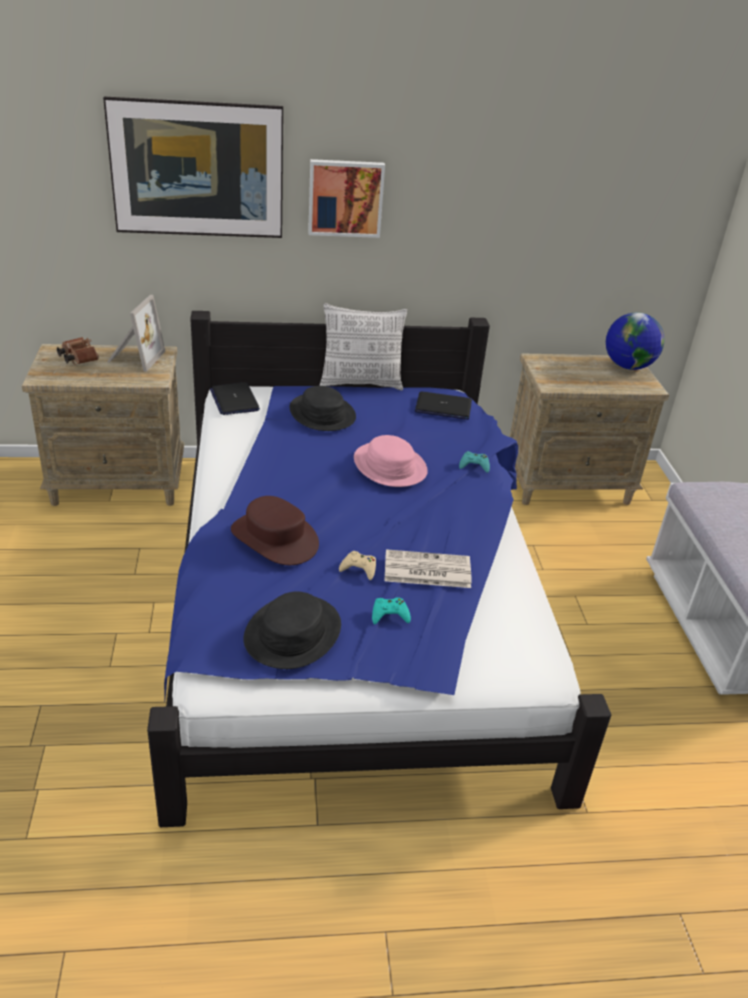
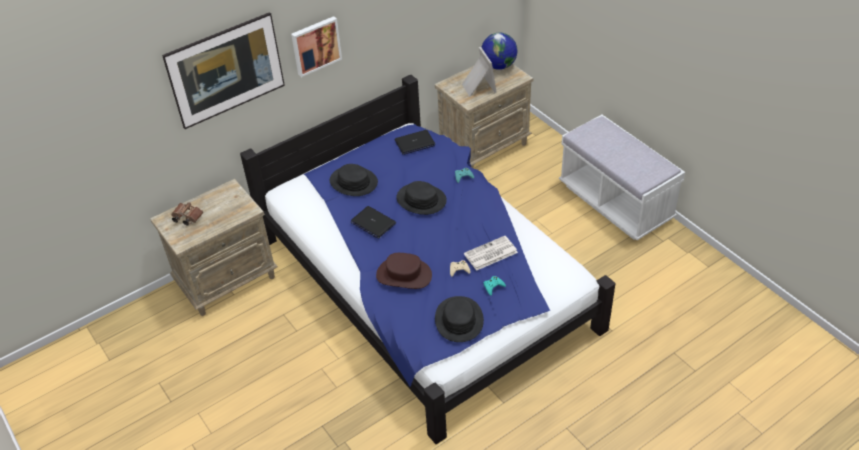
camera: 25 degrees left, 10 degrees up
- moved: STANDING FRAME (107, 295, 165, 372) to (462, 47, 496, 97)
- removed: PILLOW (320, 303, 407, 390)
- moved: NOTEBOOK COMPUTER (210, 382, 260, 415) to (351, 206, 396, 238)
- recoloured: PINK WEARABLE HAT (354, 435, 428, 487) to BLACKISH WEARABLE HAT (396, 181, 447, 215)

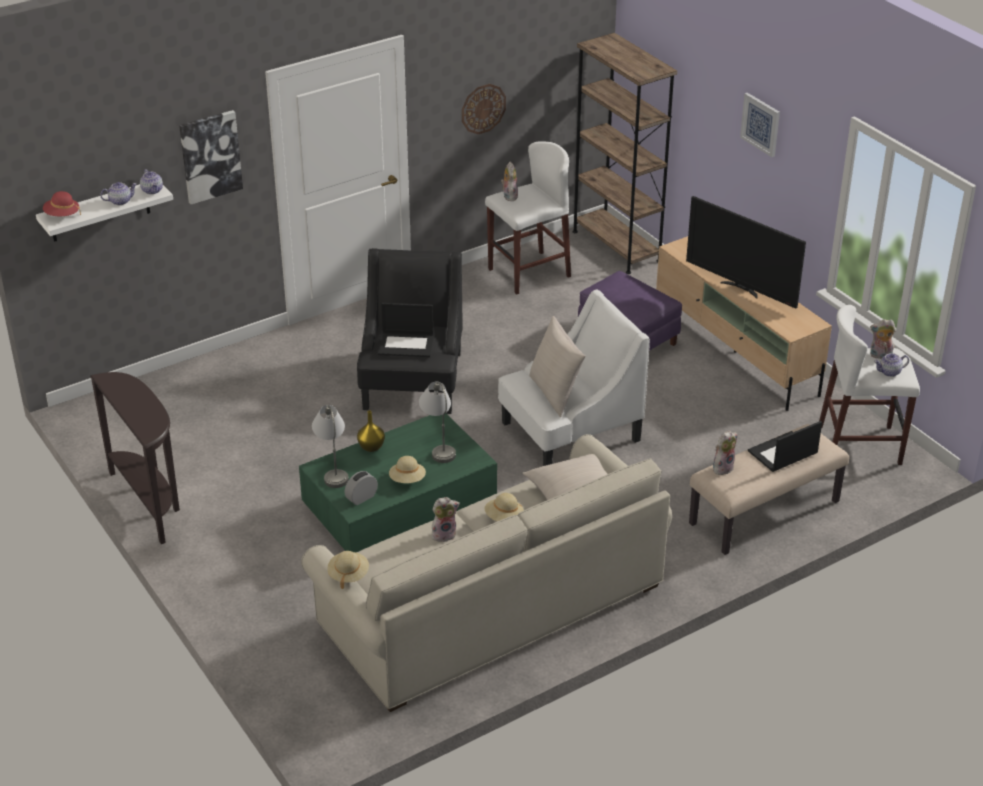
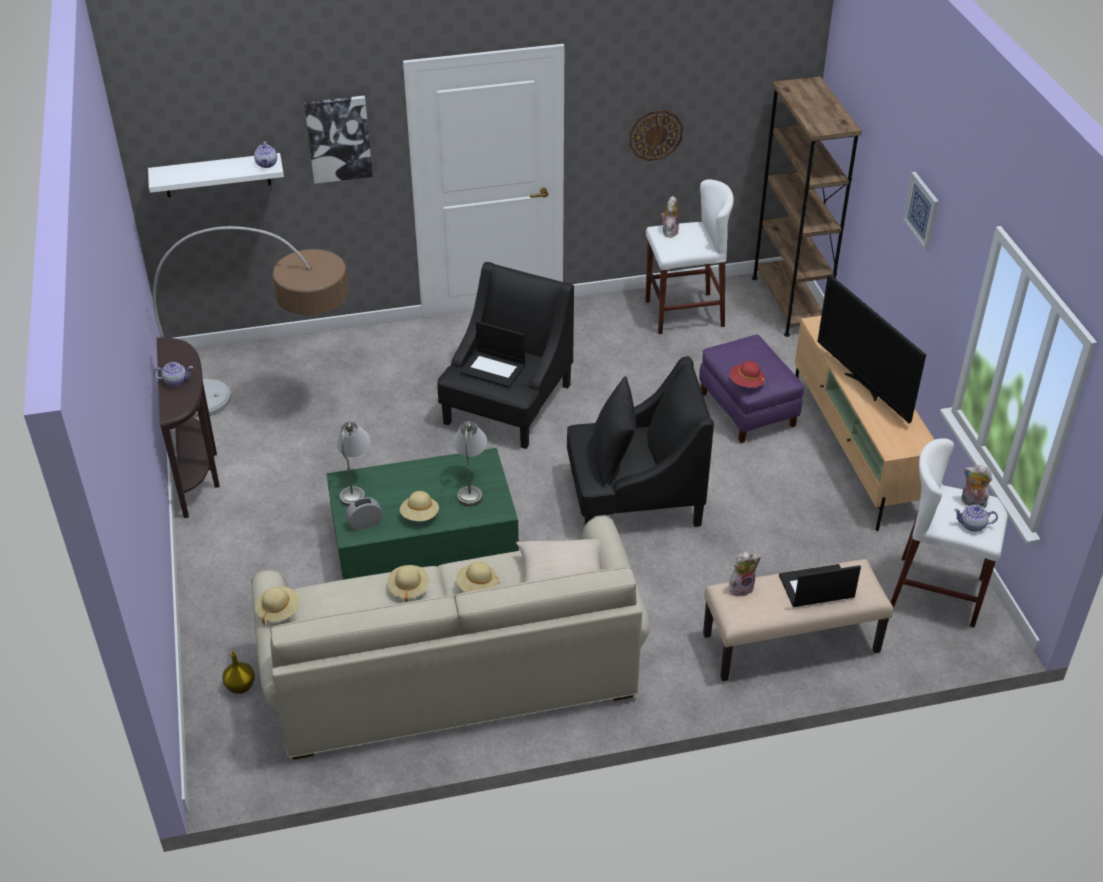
camera: 20 degrees right, 5 degrees up
- moved: POT FOR TEA (100, 182, 137, 205) to (153, 362, 193, 387)
- moved: RED-COLOURED WEARABLE HAT (43, 191, 81, 216) to (730, 361, 765, 388)
- recoloured: WHITE-COLOURED LOUNGE CHAIR (498, 289, 650, 466) to BLACKISH LOUNGE CHAIR (567, 356, 714, 527)
- recoloured: SAND-COLOURED PILLOW (530, 316, 586, 417) to BLACKISH PILLOW (593, 376, 636, 486)
- moved: YELLOWISH VASE (357, 411, 385, 452) to (222, 652, 255, 694)
- replaced: PLUSH TOY (432, 497, 460, 542) to SAND-COLOURED WEARABLE HAT (387, 565, 429, 602)
- added: FLOOR LAMP (153, 226, 349, 418)

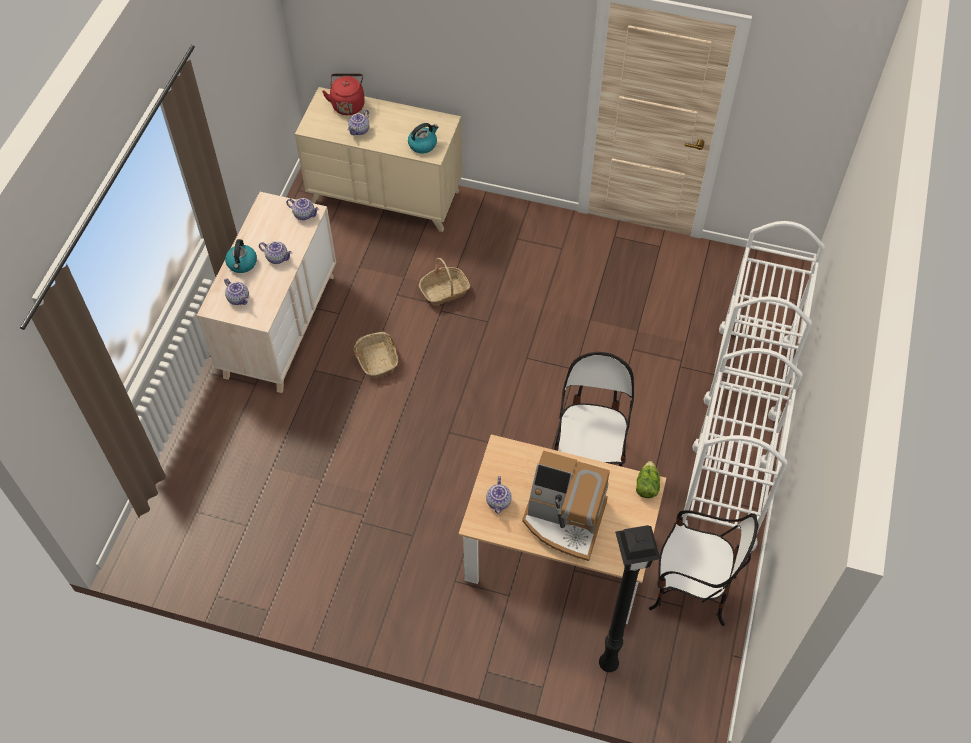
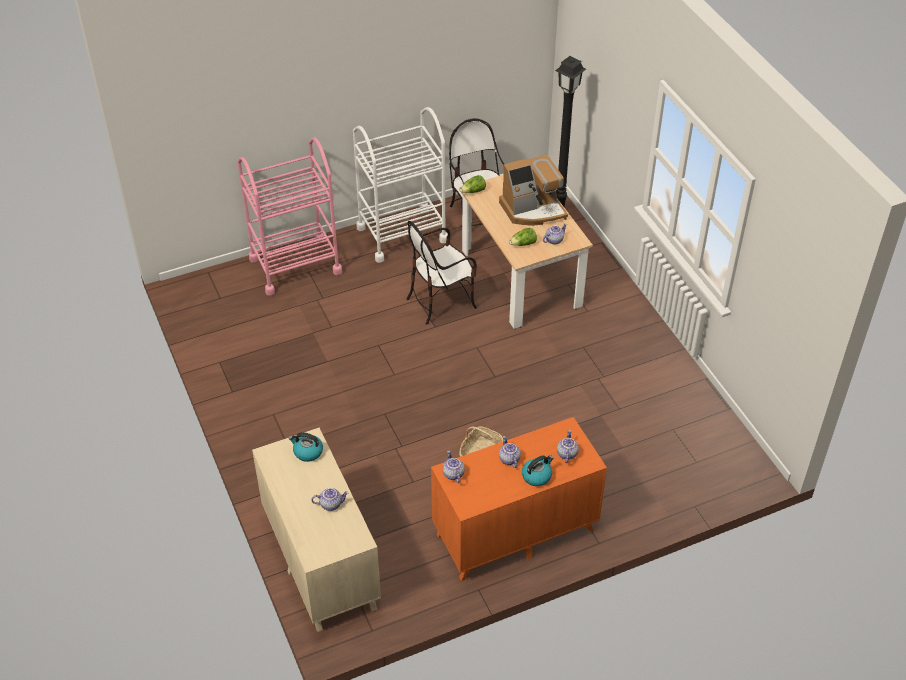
camera: 130 degrees left, 10 degrees down
- removed: RED-COLOURED TEA KETTLE (322, 74, 365, 115)
- recoloured: SAND-COLOURED DRAWER CHEST (197, 192, 336, 393) to ORANGE DRAWER CHEST (431, 417, 607, 581)
- recoloured: WHITE-COLOURED CART (703, 221, 825, 421) to PINK CART (237, 137, 342, 296)
- removed: HOUSEHOLD BASKET (419, 258, 470, 306)
- turned: COFFEE BREWER (522, 450, 610, 561) = (499, 155, 568, 226) 90 degrees clockwise
- added: HEAD OF LETTUCE (509, 228, 537, 246)

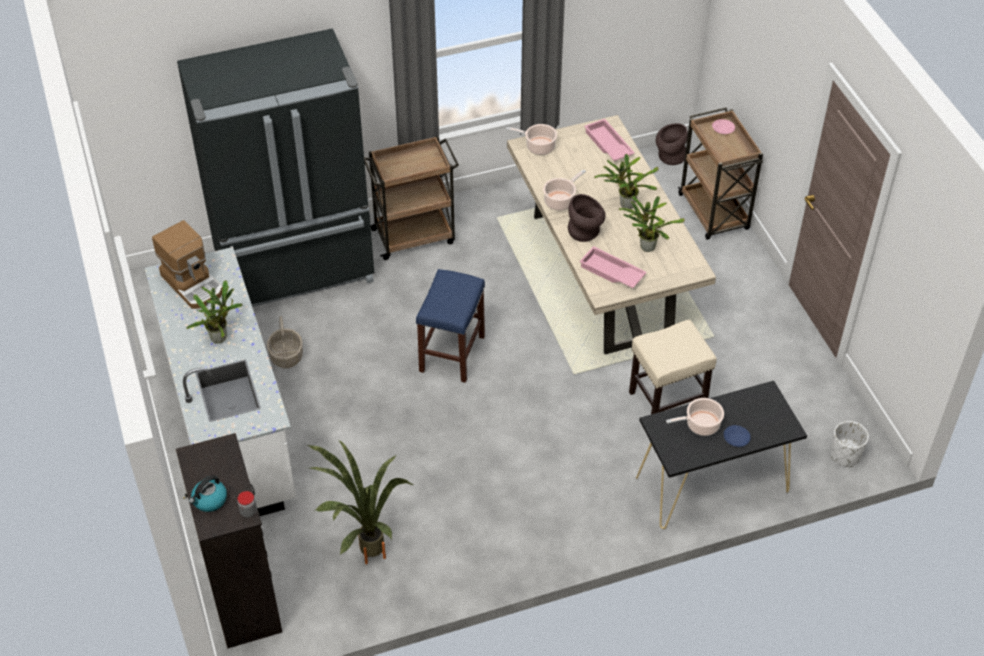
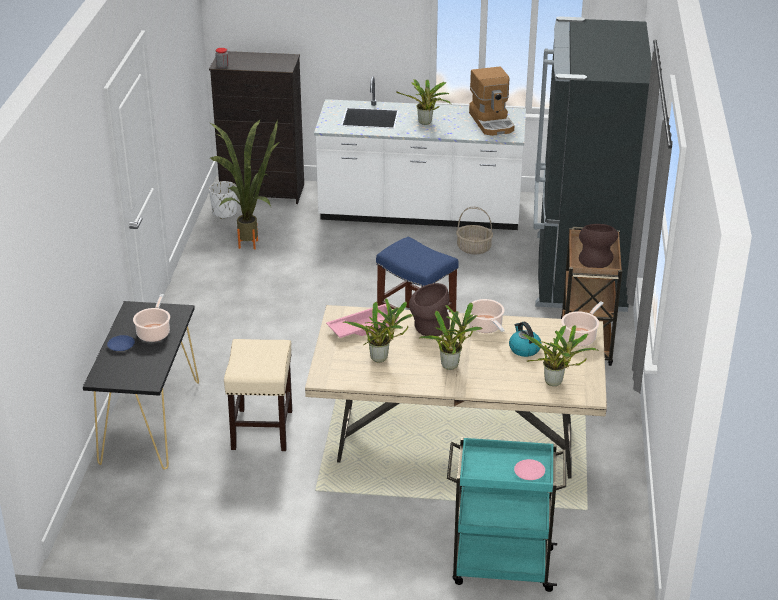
camera: 115 degrees right, 15 degrees down
- recoloured: BROWN-COLOURED CART (678, 107, 763, 240) to TURQUOISE CART (447, 437, 566, 592)
- replaced: PINK CARRYING TRAY (584, 119, 635, 161) to POTTED PLANT (522, 325, 599, 386)
- moved: BROWN-COLOURED VASE (656, 123, 688, 165) to (579, 224, 618, 268)
- turned: COFFEE BREWER (152, 220, 223, 309) = (469, 66, 514, 136) 90 degrees counterclockwise
- moved: WHITE-COLOURED FLOWER POT (831, 421, 869, 467) to (209, 181, 237, 219)
- moved: TEA KETTLE (189, 475, 227, 512) to (509, 321, 542, 357)

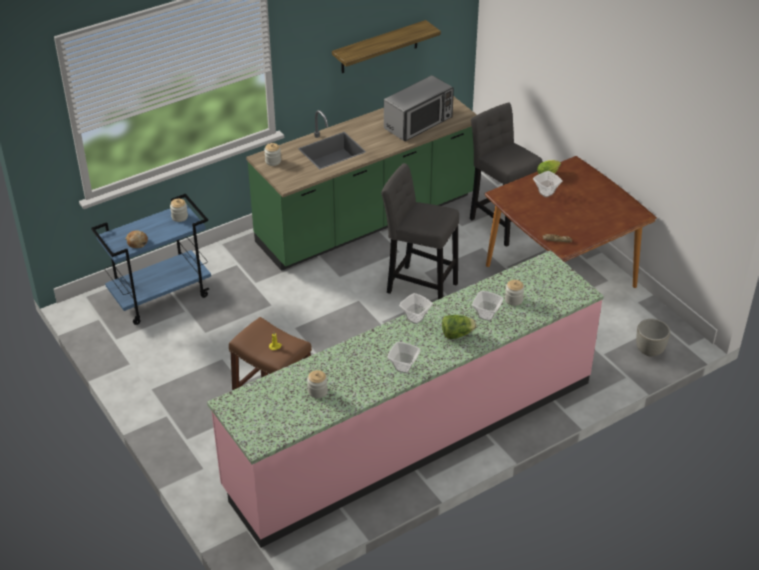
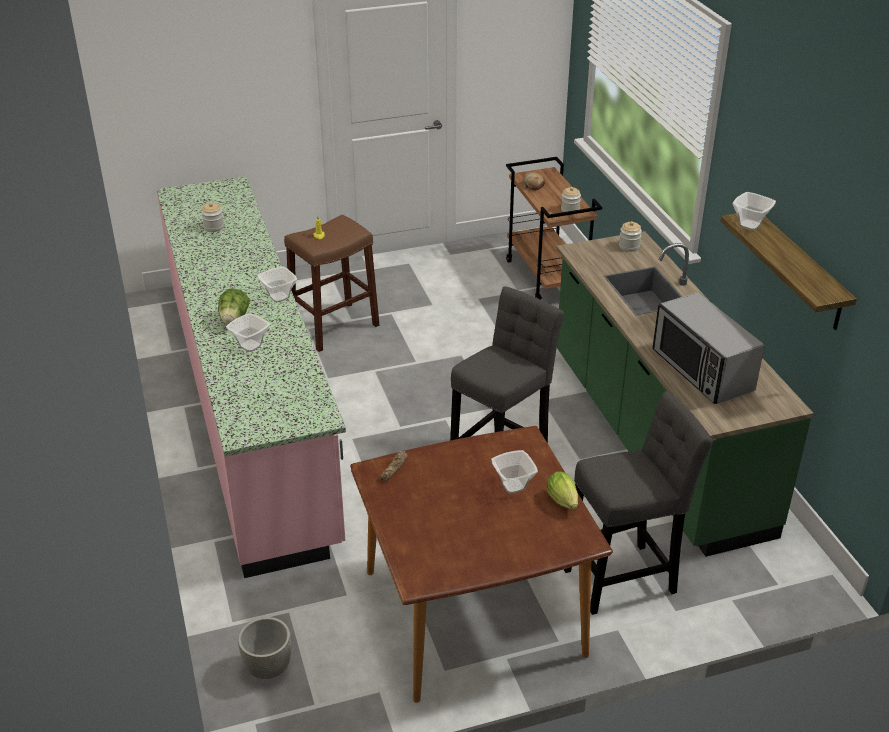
camera: 105 degrees right, 5 degrees down
- recoloured: BLUE-COLOURED CART (91, 194, 211, 325) to BROWN-COLOURED CART (506, 157, 602, 300)
- removed: JAR (505, 280, 524, 306)
- moved: DEEP DISH (387, 342, 420, 373) to (732, 192, 776, 230)

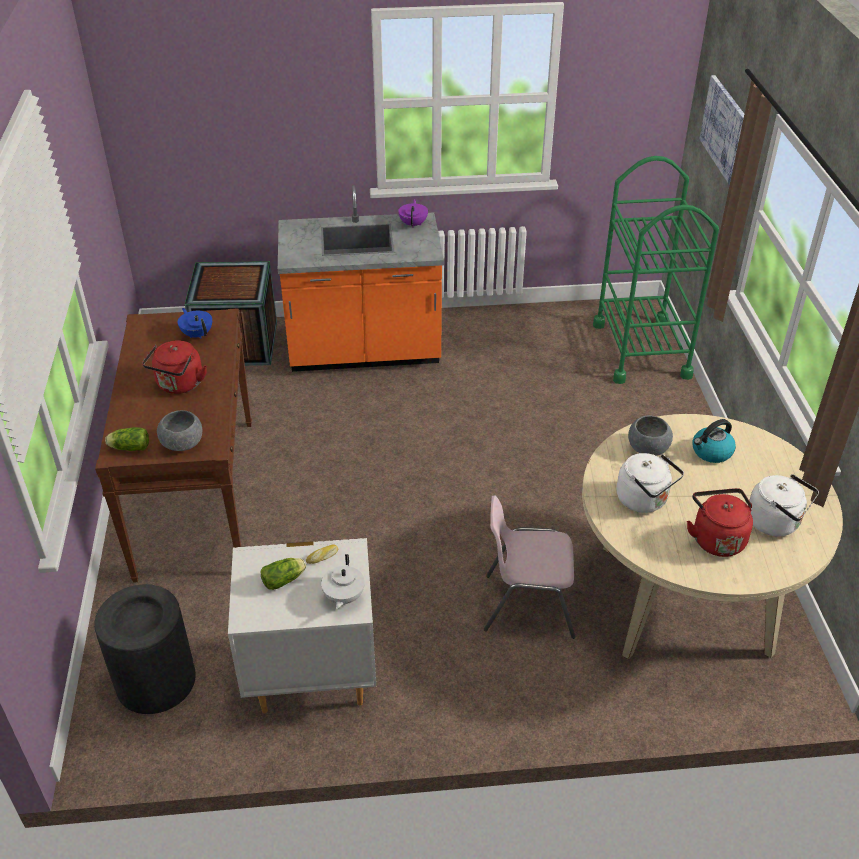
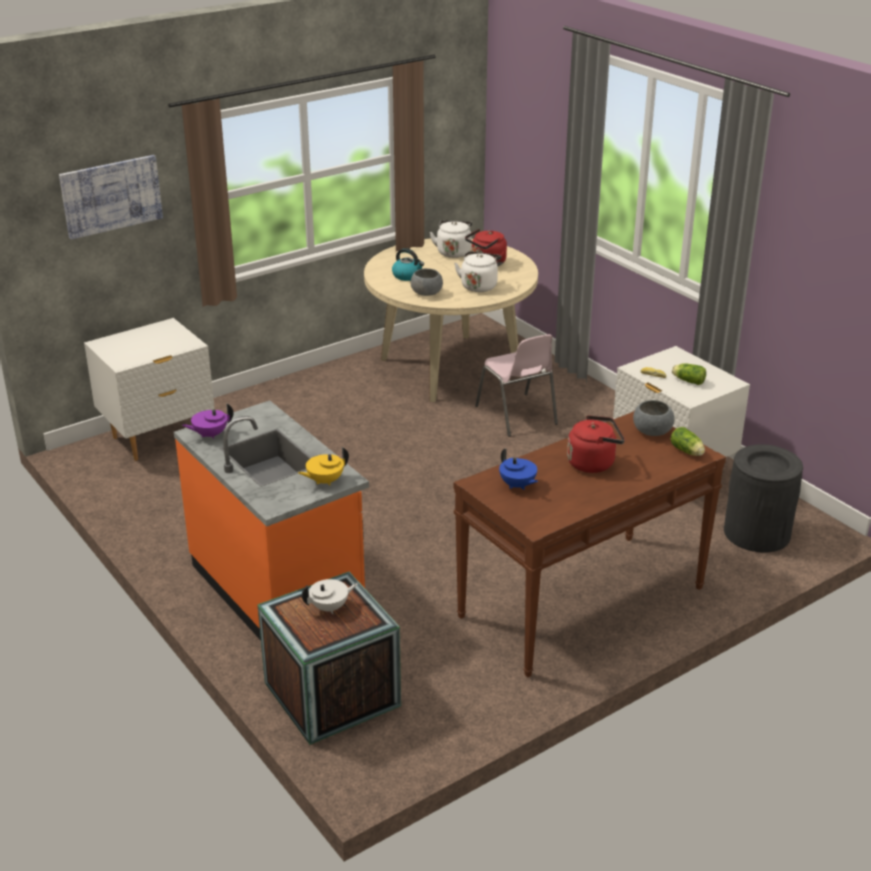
camera: 120 degrees left, 10 degrees down
- replaced: GREEN-COLOURED CART (593, 156, 719, 384) to WHITE-COLOURED BEDSIDE TABLE (84, 318, 215, 461)
- turned: BLUE-COLOURED POT FOR TEA (178, 308, 212, 339) = (499, 448, 538, 490) 60 degrees counterclockwise
- moved: WHITE-COLOURED POT FOR TEA (321, 554, 365, 609) to (302, 579, 358, 614)
- added: YELLOWISH POT FOR TEA (298, 447, 349, 485)

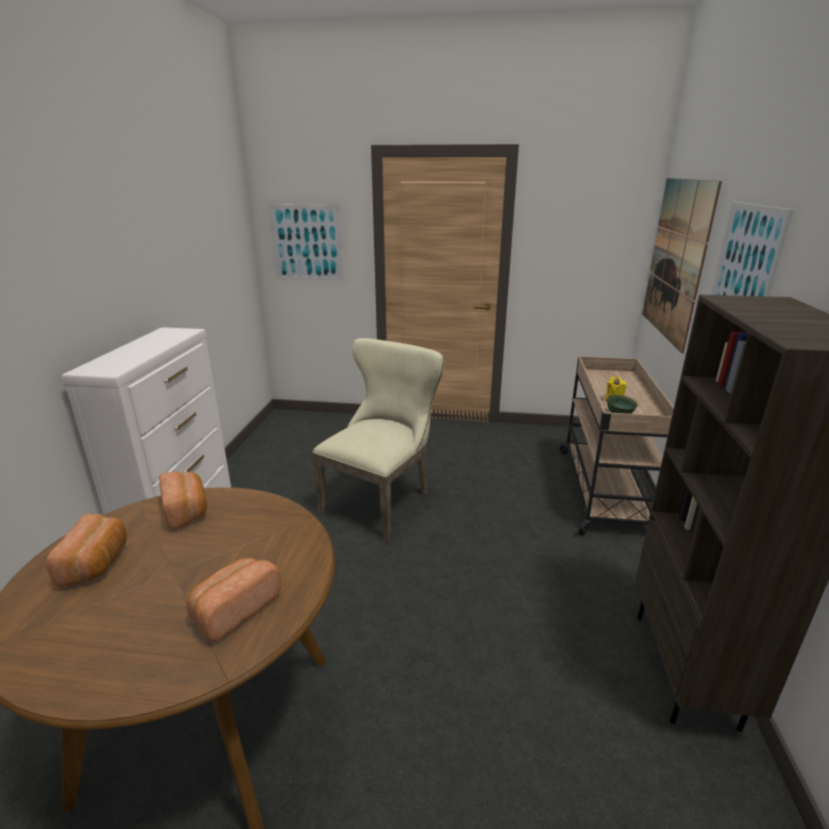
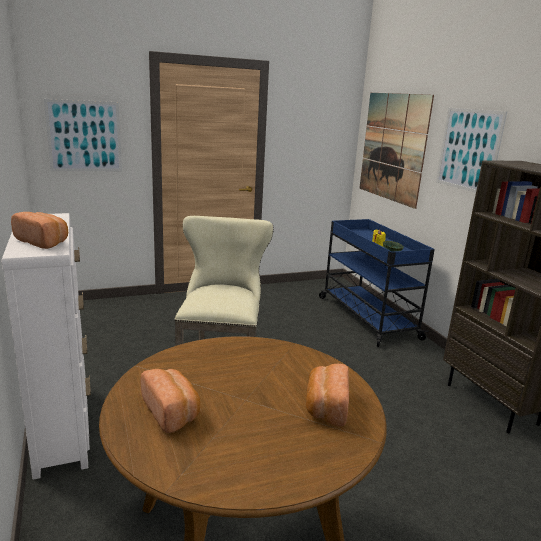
camera: 30 degrees left, 5 degrees down
- recoloured: SAND-COLOURED CART (560, 356, 674, 536) to BLUE-COLOURED CART (319, 219, 435, 347)
- moved: BAKERY BREAD (159, 471, 207, 529) to (11, 212, 68, 249)

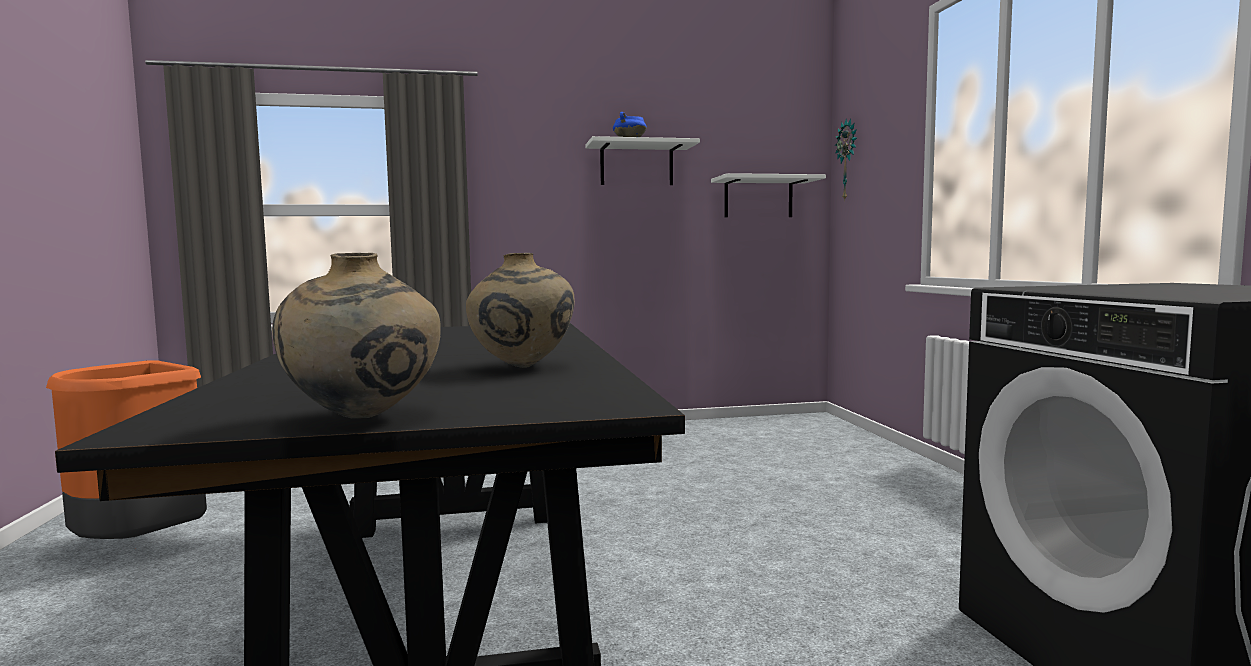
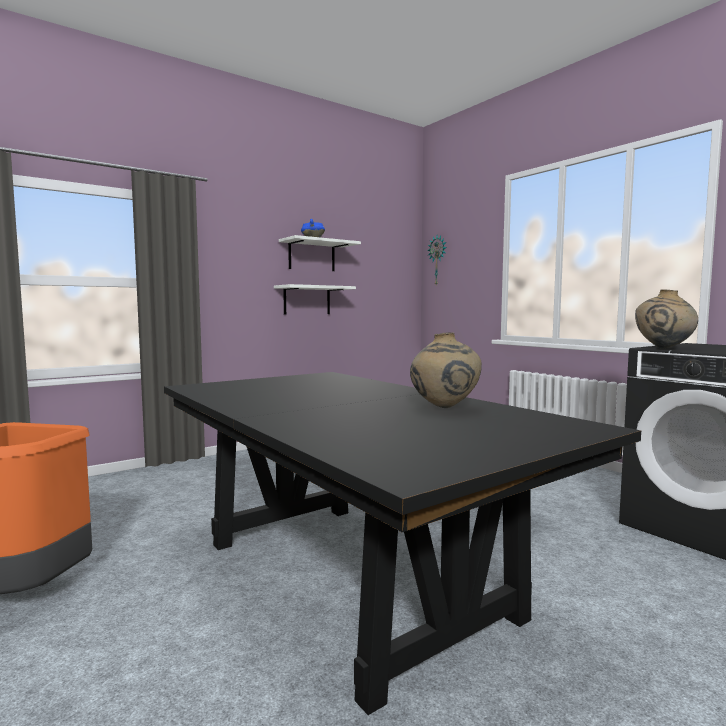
camera: 25 degrees left, 0 degrees up
- moved: WHITE-COLOURED BRACKET SHELF (711, 173, 826, 217) to (274, 284, 356, 314)
- moved: SAND-COLOURED VASE (272, 253, 441, 419) to (635, 289, 698, 349)

